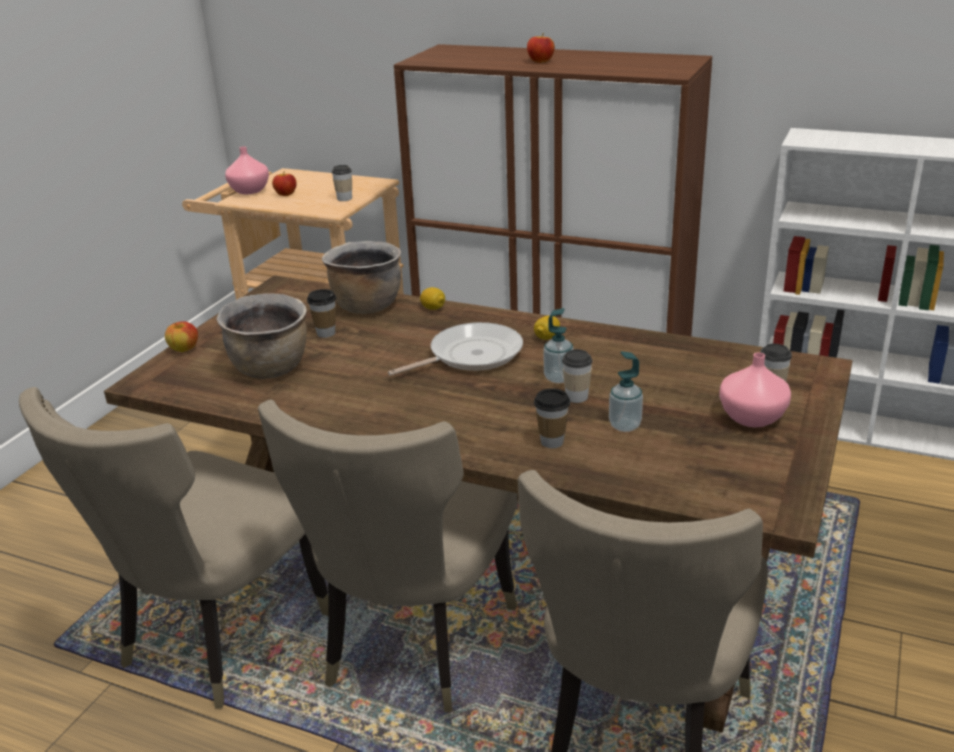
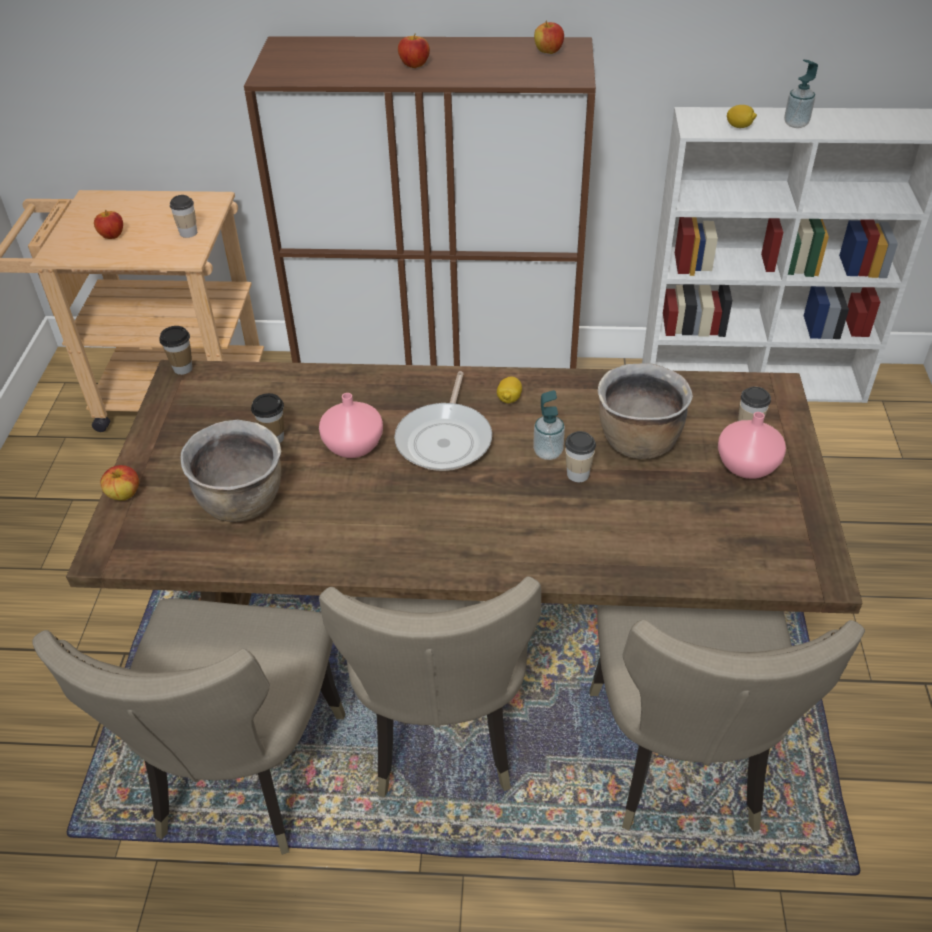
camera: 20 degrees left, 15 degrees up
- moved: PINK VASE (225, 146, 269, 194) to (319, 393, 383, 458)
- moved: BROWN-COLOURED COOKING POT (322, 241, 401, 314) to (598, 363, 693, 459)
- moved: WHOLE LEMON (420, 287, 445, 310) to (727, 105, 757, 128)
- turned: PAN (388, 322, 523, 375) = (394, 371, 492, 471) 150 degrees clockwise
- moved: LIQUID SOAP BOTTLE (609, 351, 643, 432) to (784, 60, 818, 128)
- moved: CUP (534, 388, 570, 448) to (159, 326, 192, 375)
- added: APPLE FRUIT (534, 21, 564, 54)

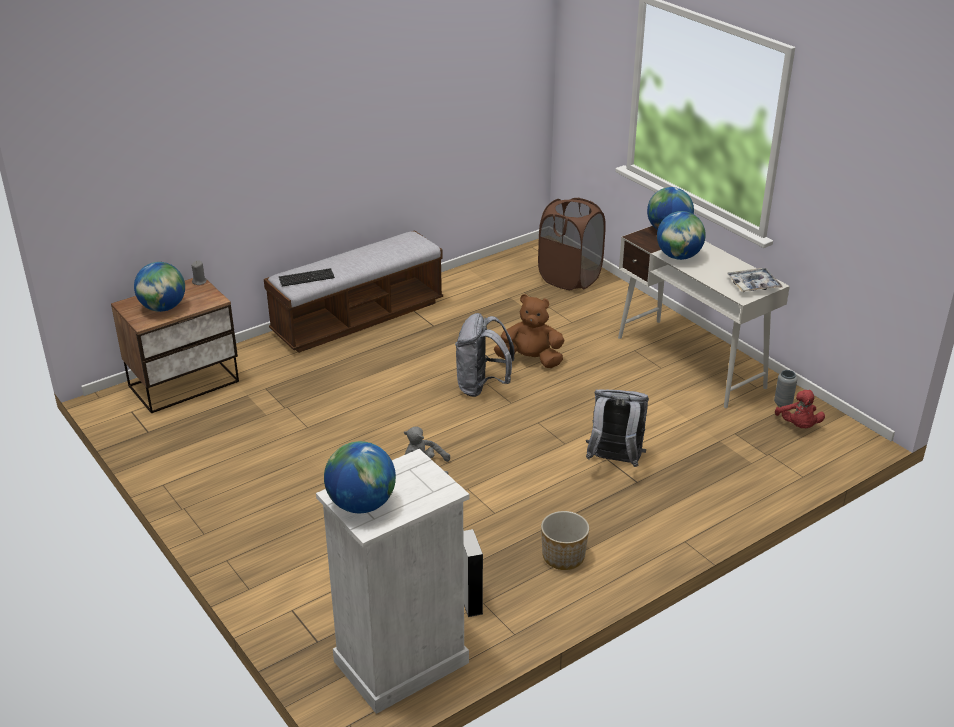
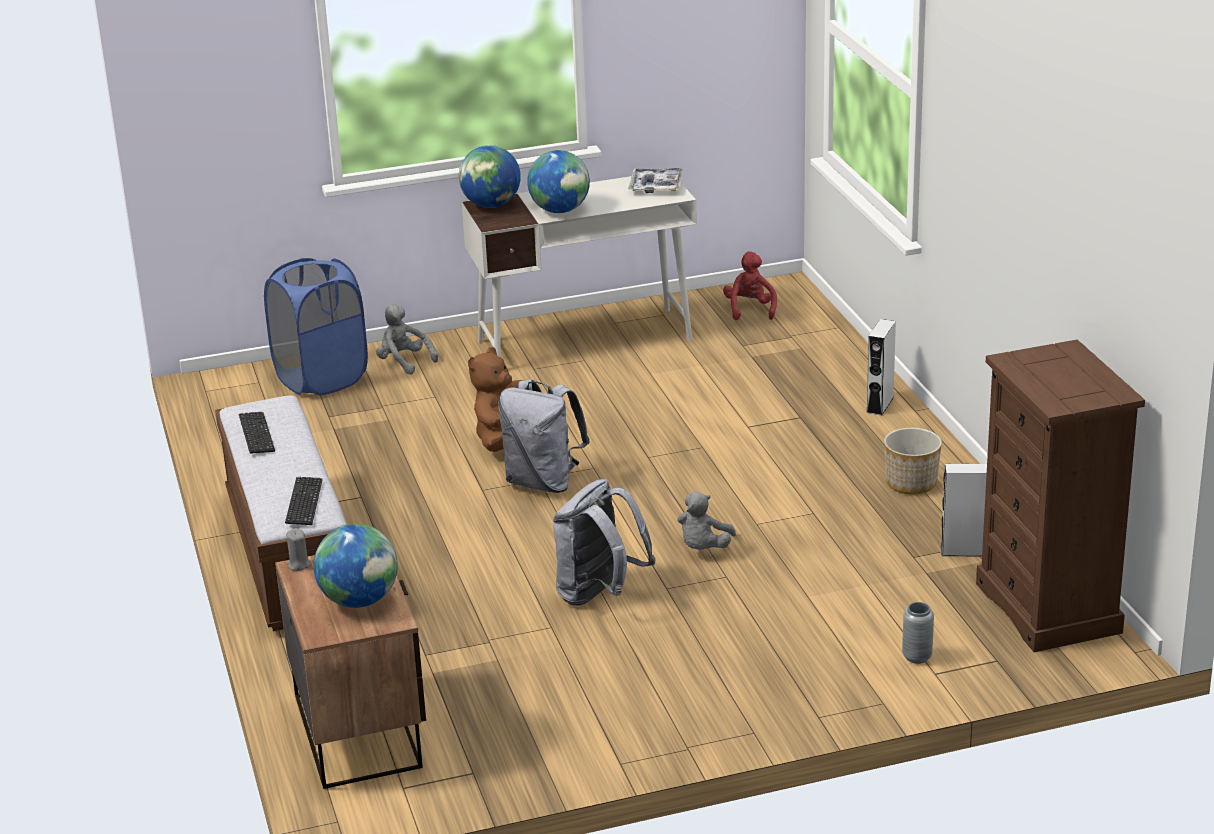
camera: 70 degrees left, 5 degrees down
- recoloured: BROWN-COLOURED WASHING BASKET (538, 198, 606, 290) to BLUE-COLOURED WASHING BASKET (264, 258, 368, 395)
- moved: GREYISH VASE (774, 370, 797, 407) to (902, 602, 934, 664)
- moved: GREYISH RUCKSACK (586, 389, 649, 467) to (553, 479, 656, 606)
- turned: RED-COLOURED PLUSH TOY (775, 390, 825, 428) = (723, 251, 777, 320) 105 degrees counterclockwise
- removed: WORLD GLOBE (324, 441, 396, 513)
- recoloured: WHITE-COLOURED DRAWER CHEST (316, 449, 470, 714) to BROWN-COLOURED DRAWER CHEST (976, 339, 1145, 652)
- added: GREYISH PLUSH TOY (376, 304, 438, 375)
- added: GREYISH SPEAKER (866, 319, 896, 415)
- added: COMPUTER KEYBOARD (239, 412, 275, 454)

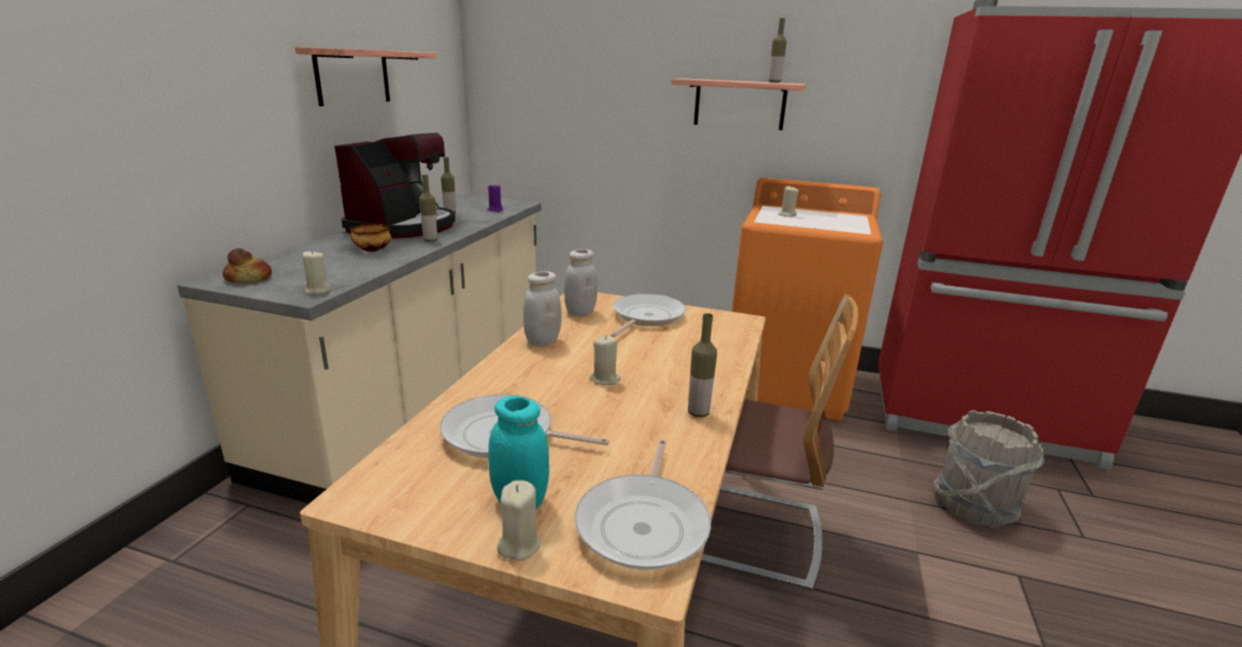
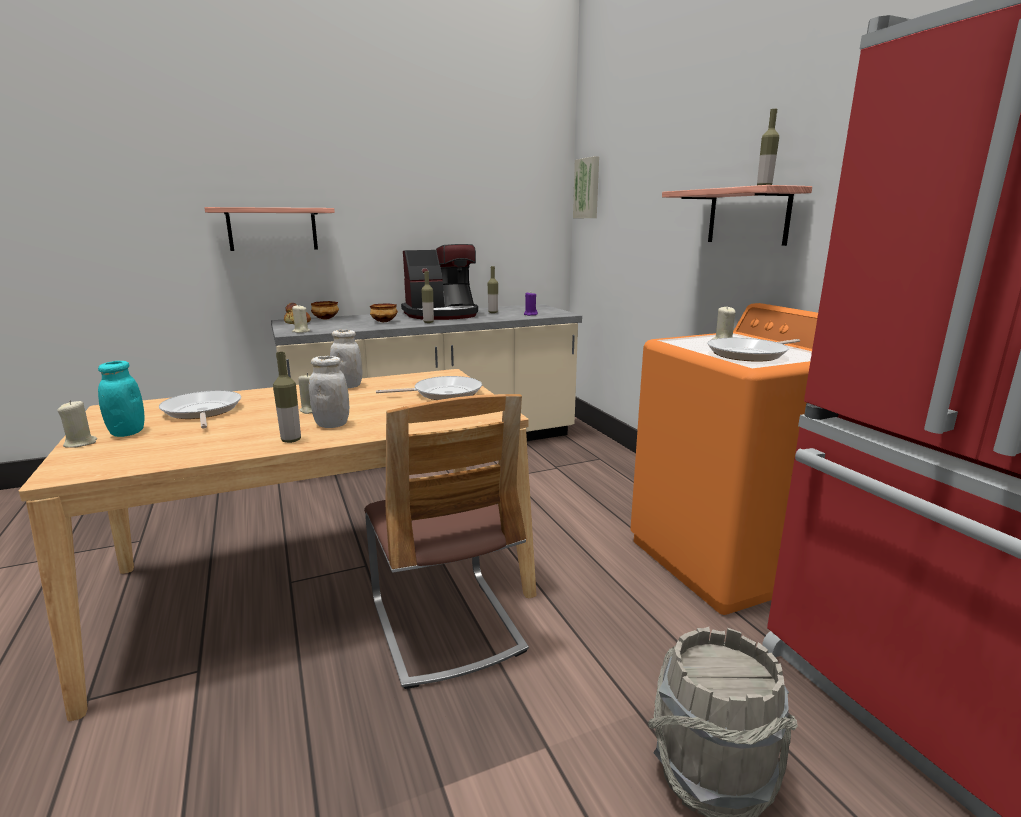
camera: 50 degrees right, 5 degrees down
- moved: BRACKET SHELF (295, 47, 437, 106) to (204, 207, 335, 251)
- moved: WHITE-COLOURED JAR (564, 249, 598, 316) to (309, 356, 349, 428)
- moved: PAN (575, 440, 711, 571) to (707, 338, 800, 362)
- added: WALL PICTURE (573, 156, 599, 218)
- added: DEEP DISH (311, 301, 339, 320)

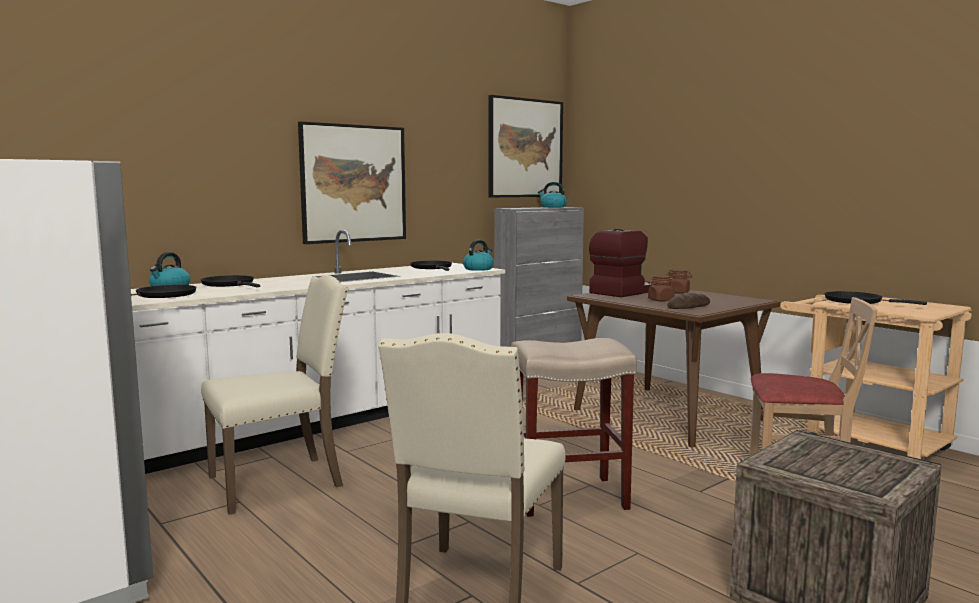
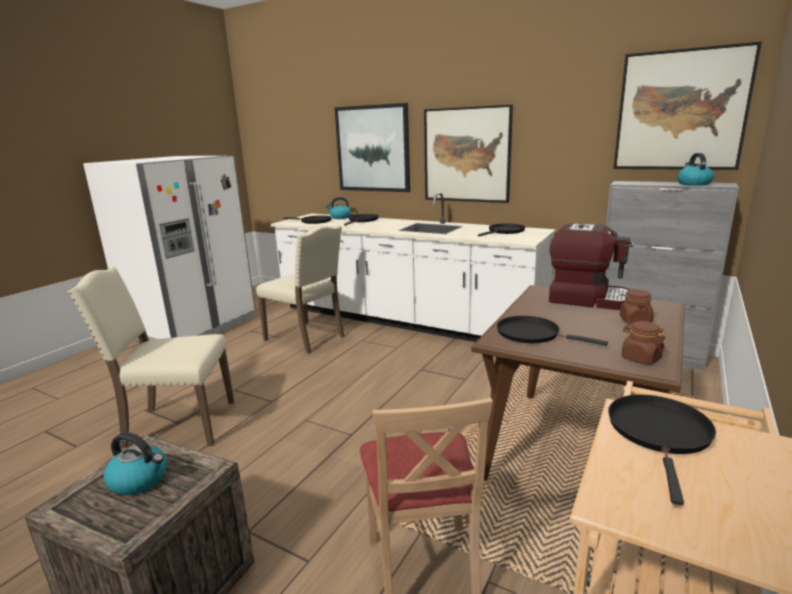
camera: 70 degrees right, 10 degrees up
- moved: TEA KETTLE (463, 240, 494, 271) to (104, 432, 167, 495)
- moved: BROWN-COLOURED JAR (648, 275, 674, 301) to (622, 321, 666, 365)
- replaced: BAKERY BREAD (667, 293, 710, 309) to BLACKISH PAN (497, 316, 608, 346)
- removed: SAND-COLOURED SITTING STOOL (511, 338, 637, 517)
- added: WALL PICTURE (335, 103, 410, 192)

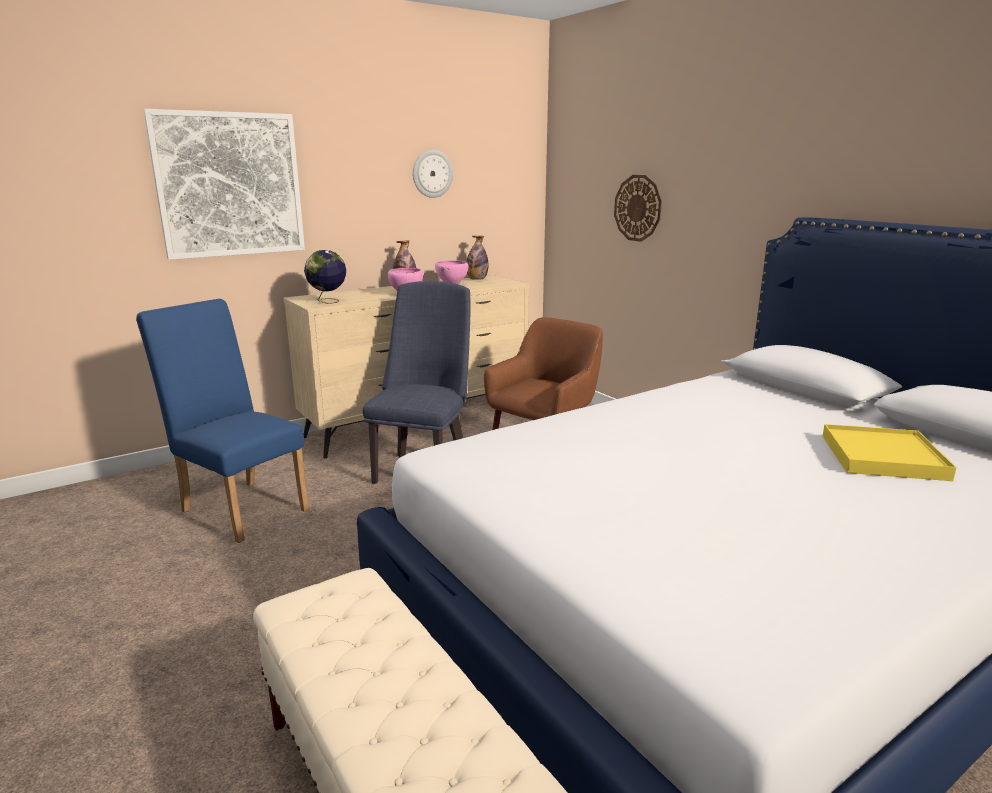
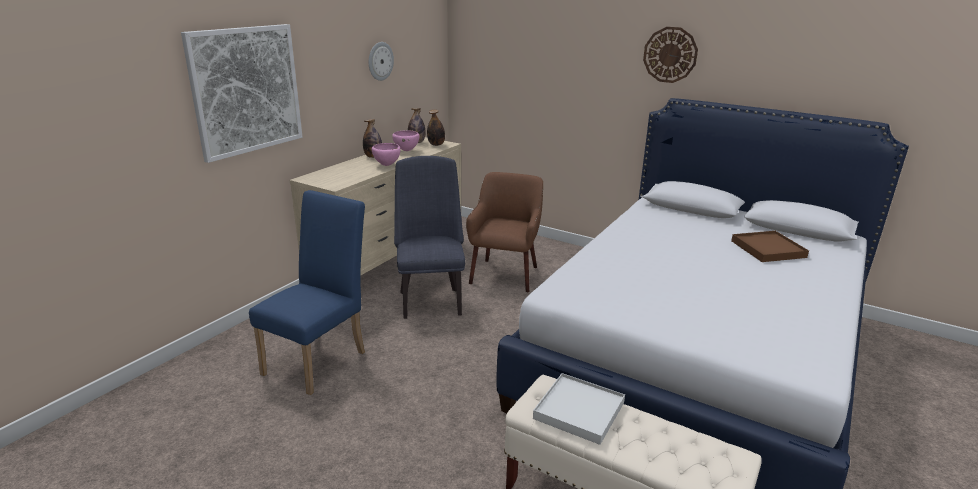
camera: 25 degrees left, 5 degrees up
- moved: WALL CLOCK (614, 175, 662, 242) to (643, 27, 698, 83)
- removed: WORLD GLOBE (304, 250, 346, 304)
- turned: BLUE-COLOURED CHAIR (136, 299, 309, 543) = (249, 190, 365, 395) 105 degrees clockwise
- recoloured: YELLOWISH CARRYING TRAY (822, 424, 957, 481) to BROWN-COLOURED CARRYING TRAY (731, 231, 809, 262)
- added: BOTTLE (427, 110, 445, 146)
- added: WHITE-COLOURED CARRYING TRAY (533, 373, 625, 445)

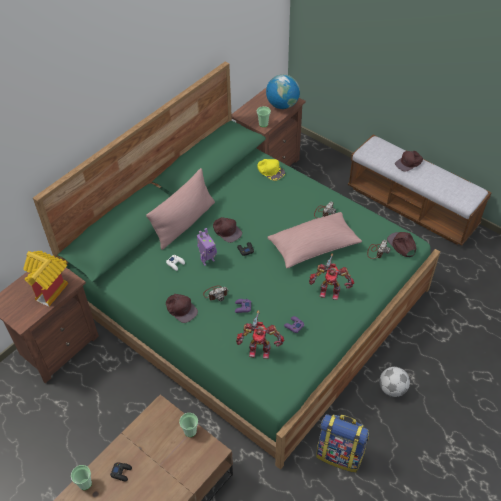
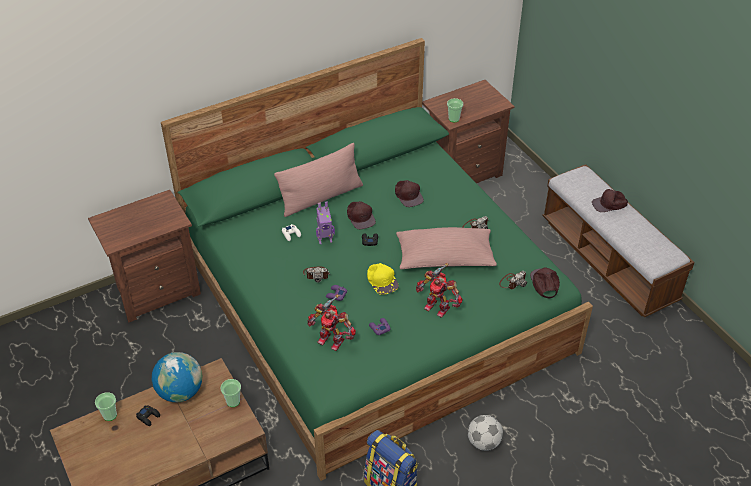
camera: 20 degrees right, 5 degrees down
- moved: WORLD GLOBE (266, 74, 300, 109) to (152, 352, 202, 402)
- moved: YELLOWISH PEAKED CAP (257, 159, 285, 181) to (367, 263, 399, 295)
- removed: MINIATURE HOUSE (23, 251, 68, 306)
- moved: BROWN-COLOURED PEAKED CAP (166, 294, 198, 323) to (395, 180, 424, 207)

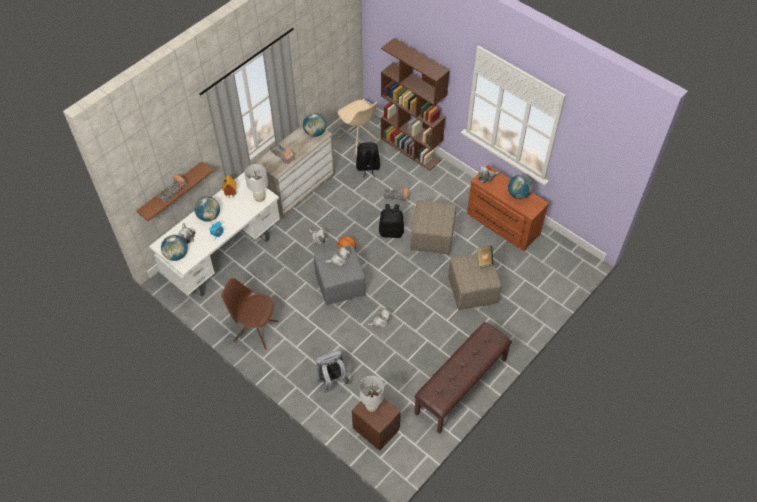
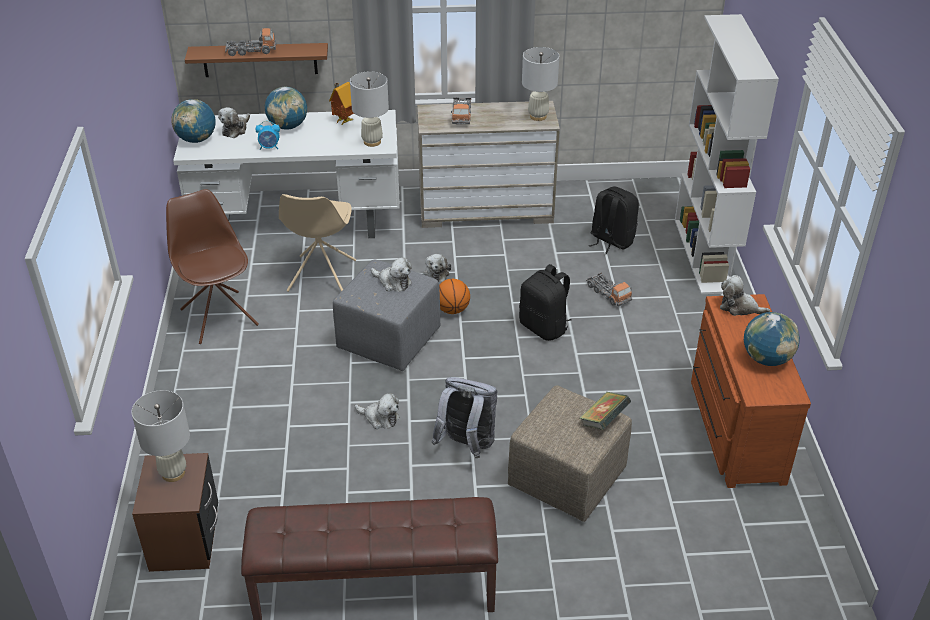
camera: 45 degrees right, 15 degrees down
- recoloured: BROWN-COLOURED BOOKCASE (381, 38, 449, 171) to WHITE-COLOURED BOOKCASE (675, 14, 779, 294)
- moved: SAND-COLOURED CHAIR (338, 100, 379, 155) to (279, 194, 356, 292)
- replaced: WORLD GLOBE (303, 113, 326, 137) to WHITE-COLOURED LAMP FOR A TABLE (522, 47, 559, 121)
- removed: SAND-COLOURED POUFFE (410, 200, 456, 255)
- moved: GREYISH RUCKSACK (316, 351, 350, 393) to (432, 377, 498, 458)

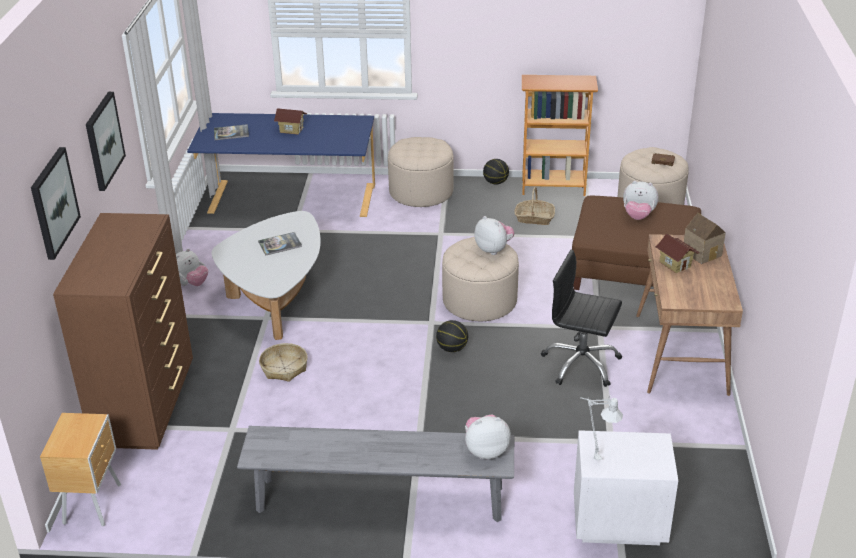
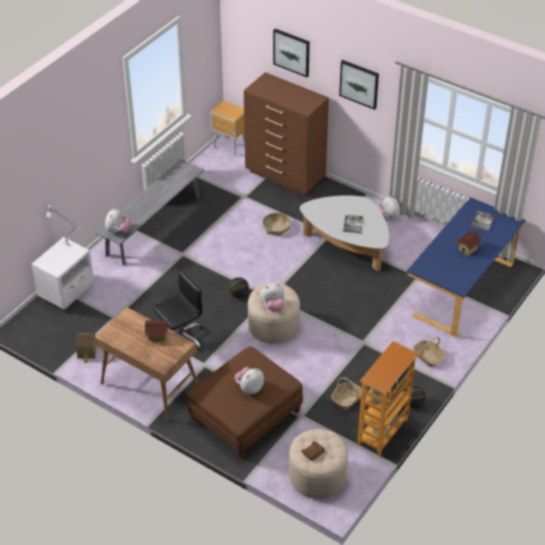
camera: 120 degrees right, 10 degrees up
- replaced: SAND-COLOURED POUFFE (388, 137, 454, 207) to HOUSEHOLD BASKET (412, 337, 445, 367)
- moved: MINIATURE HOUSE (684, 213, 726, 264) to (76, 333, 97, 363)

